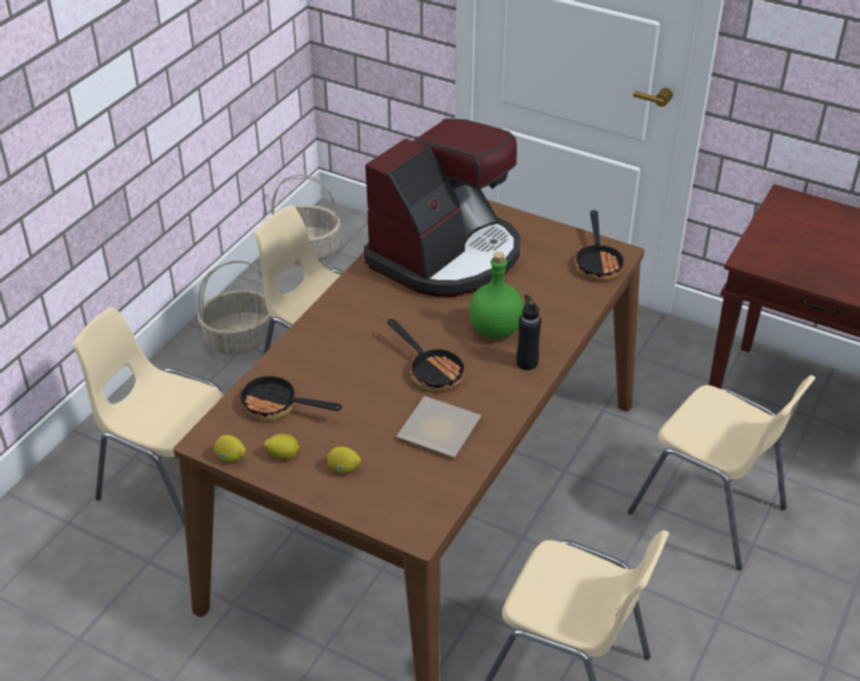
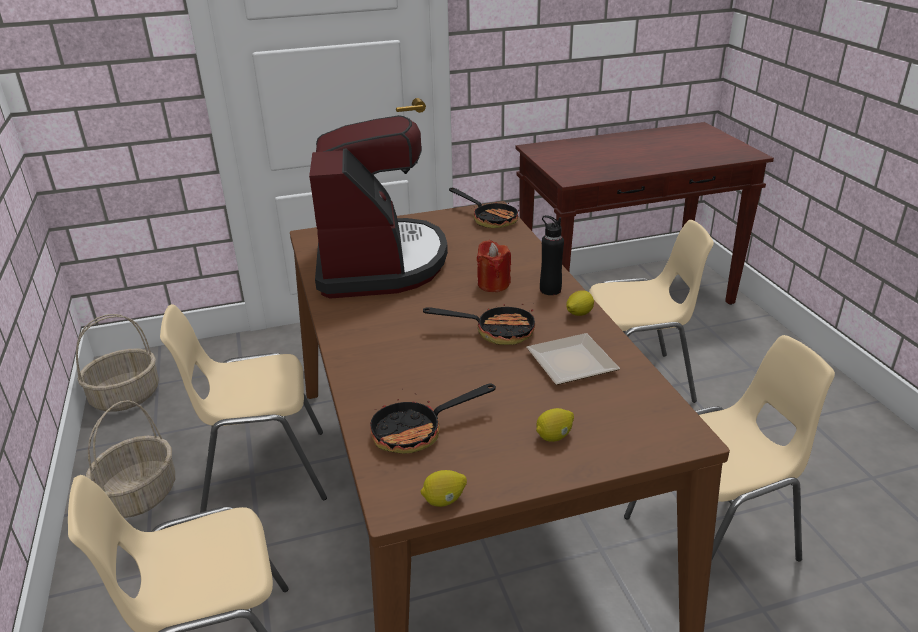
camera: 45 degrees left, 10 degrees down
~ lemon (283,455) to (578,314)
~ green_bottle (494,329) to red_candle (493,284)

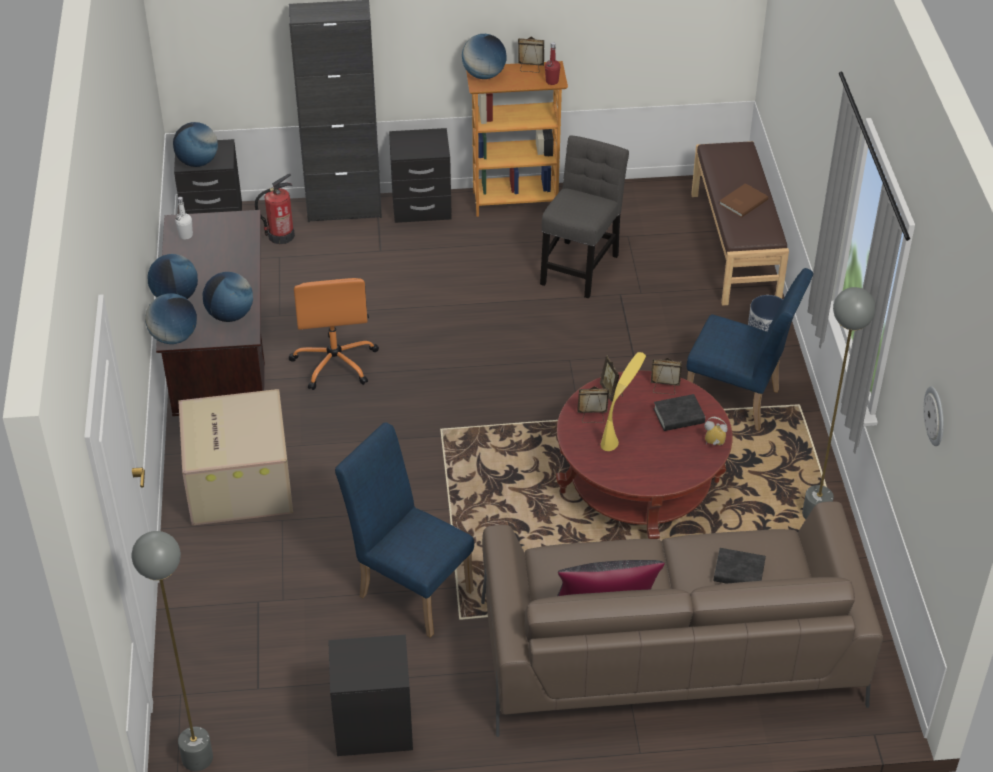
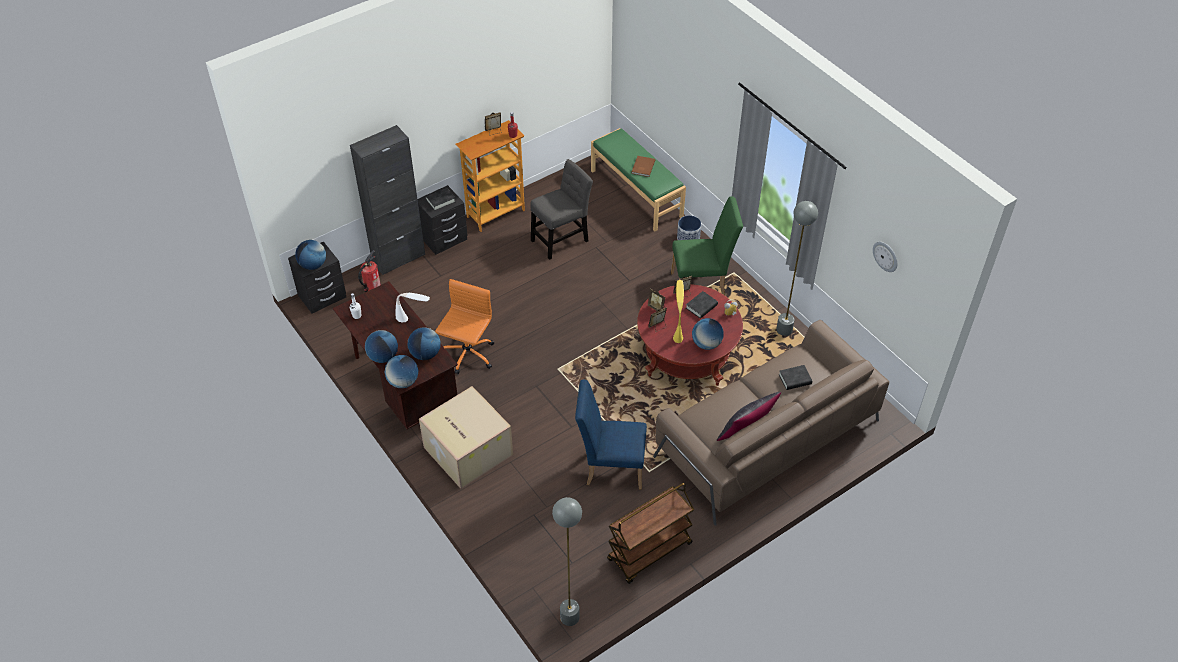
camera: 30 degrees left, 5 degrees up
+ white_table_lamp (415,323)
+ black_book (440,200)
~ globe (484,75) to (706,344)
~ black_nightstand (373,727) to brown_cart (649,552)
~ blue_chair (738,402) to green_chair (702,284)
~ brown_bench (736,246) to green_bench (637,193)
~ orange_office_chair (335,362) = (467,355) 120 degrees counterclockwise
~ grey_chair (580,266) = (562,239) 60 degrees clockwise

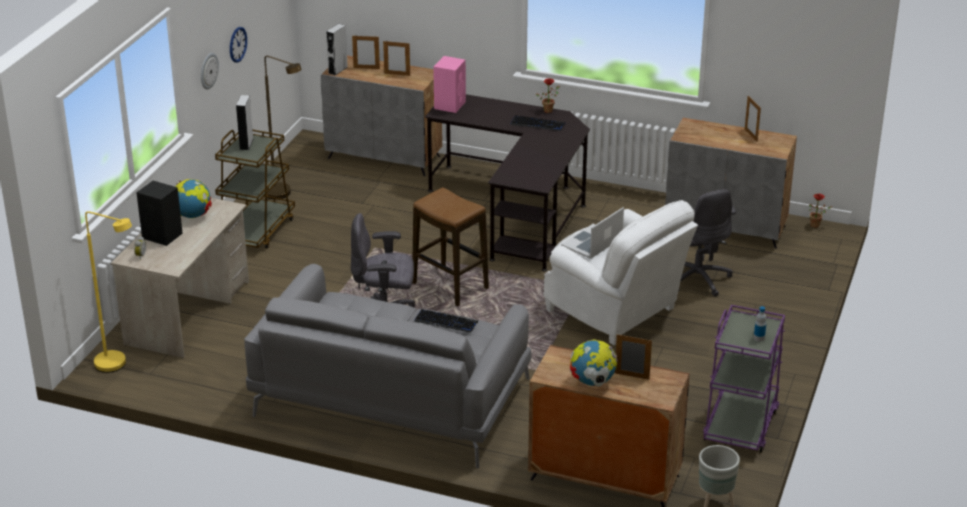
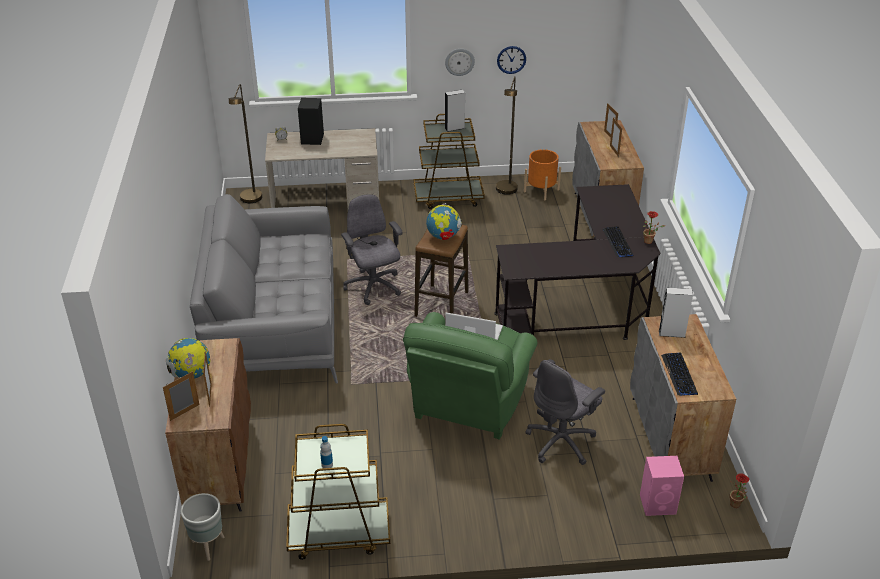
camera: 65 degrees right, 5 degrees up
+ orange_planter (541,190)
~ globe (193,216) to (443,237)
~ grey_speaker (338,70) to (672,333)
~ keyboard (446,322) to (679,375)
~ pink_speaker (450,105) to (658,504)
~ picture_frame (751,135) to (184,412)
~ yellow_floor_lamp (118,365) to brown_floor_lamp (251,201)
~ white_armchair (615,312) to green_armchair (468,404)
~ purple_cart (740,424) to brown_cart (338,533)

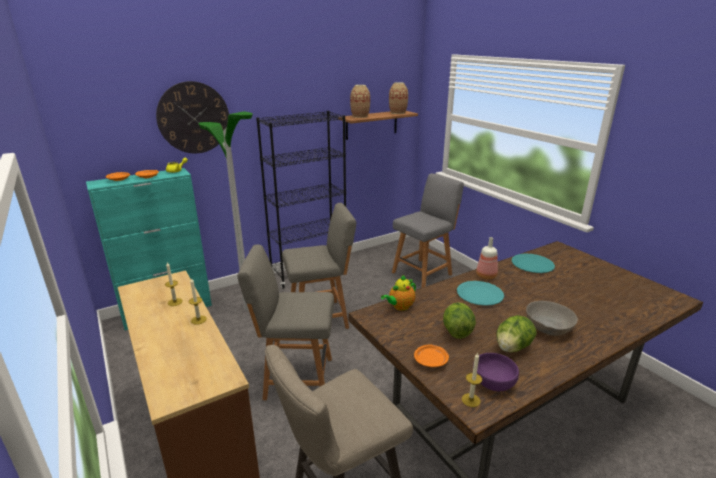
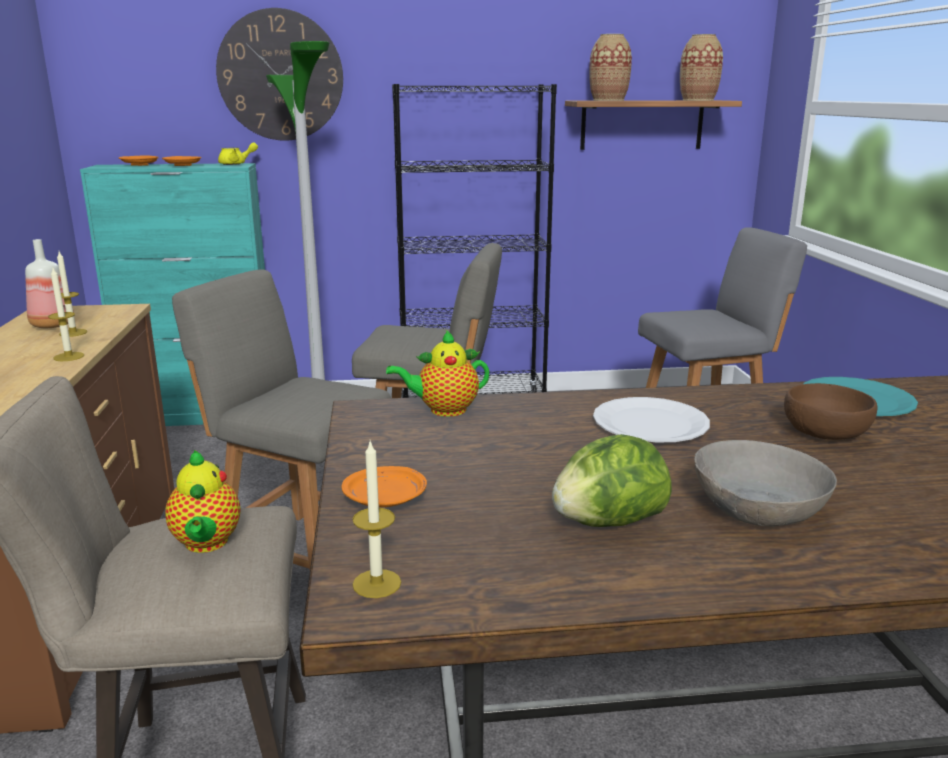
camera: 25 degrees right, 5 degrees down
- lettuce (456,331)
- purple_bowl (493,382)
+ teapot (206,544)
+ brown_bowl (826,433)
~ bottle (486,276) to (54,325)
~ turquoise_plate (479,294) to white_plate (650,423)

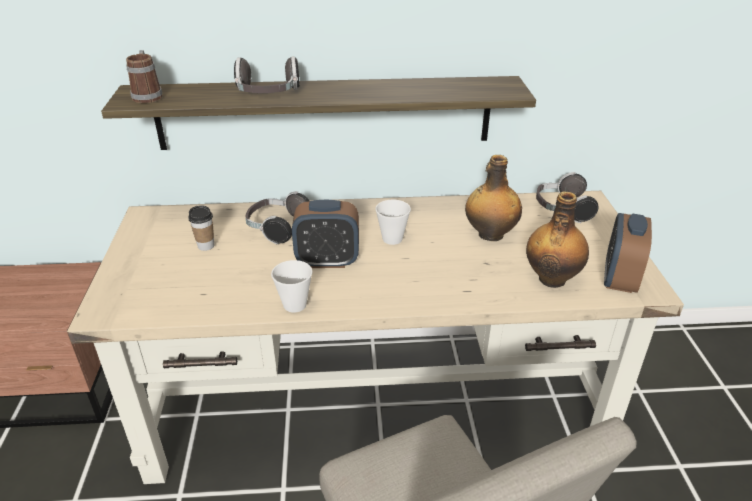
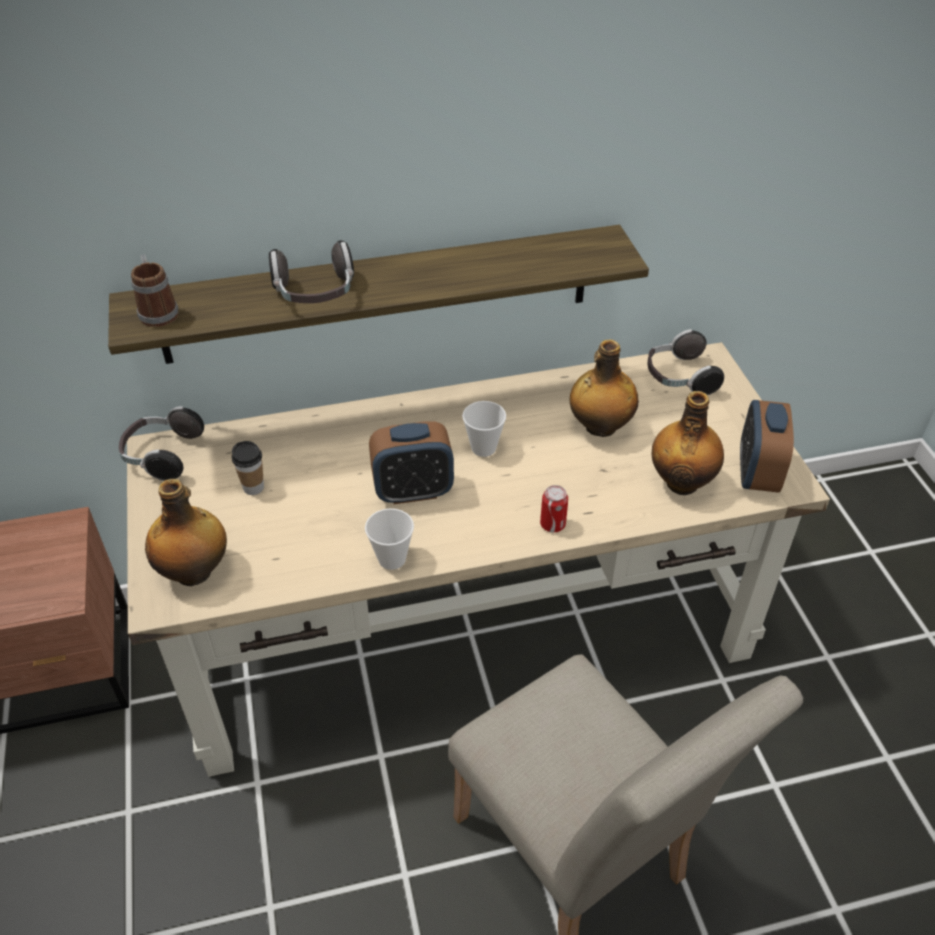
camera: 10 degrees left, 10 degrees up
+ bottle (195,572)
+ can (552,524)
~ headphones (277,228) to (162,456)

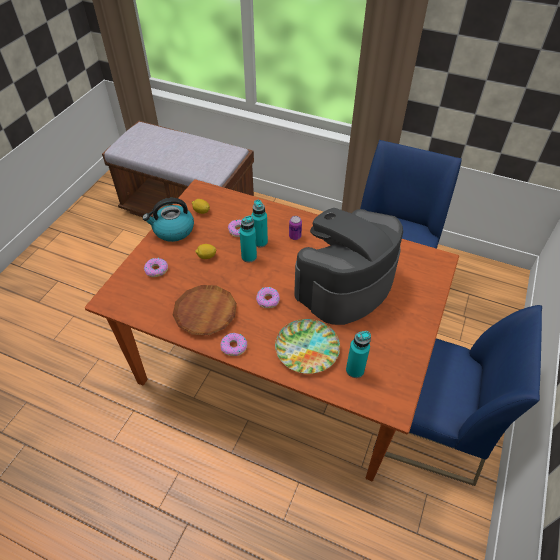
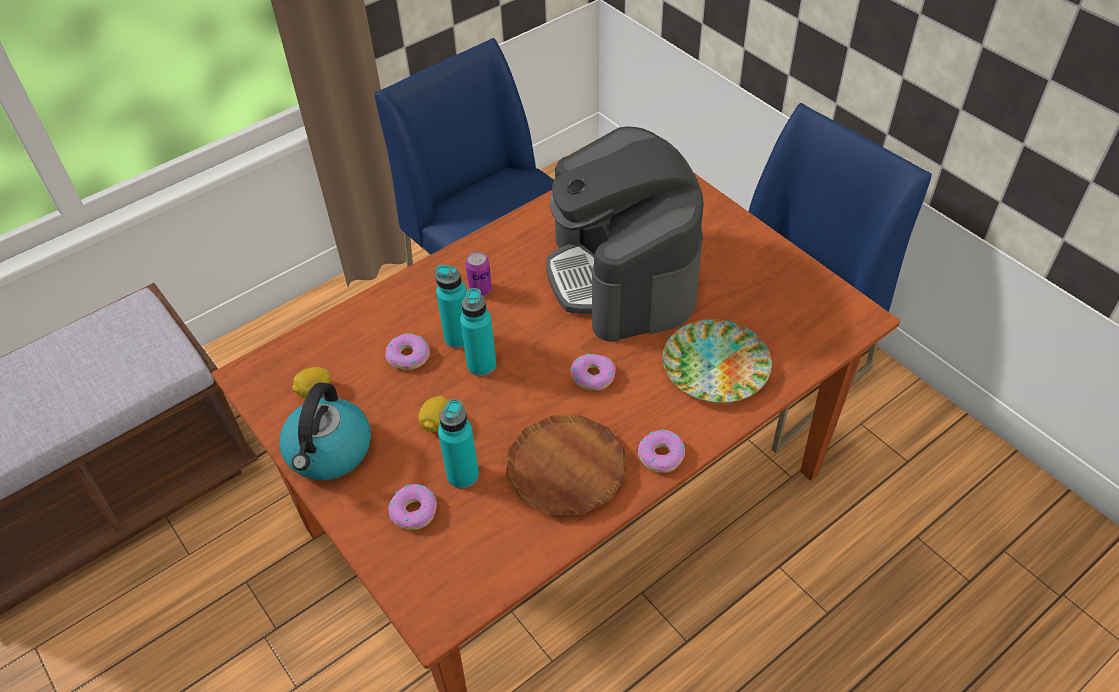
camera: 60 degrees left, 0 degrees up
~ turquoise_bottle (355,370) to (463,475)

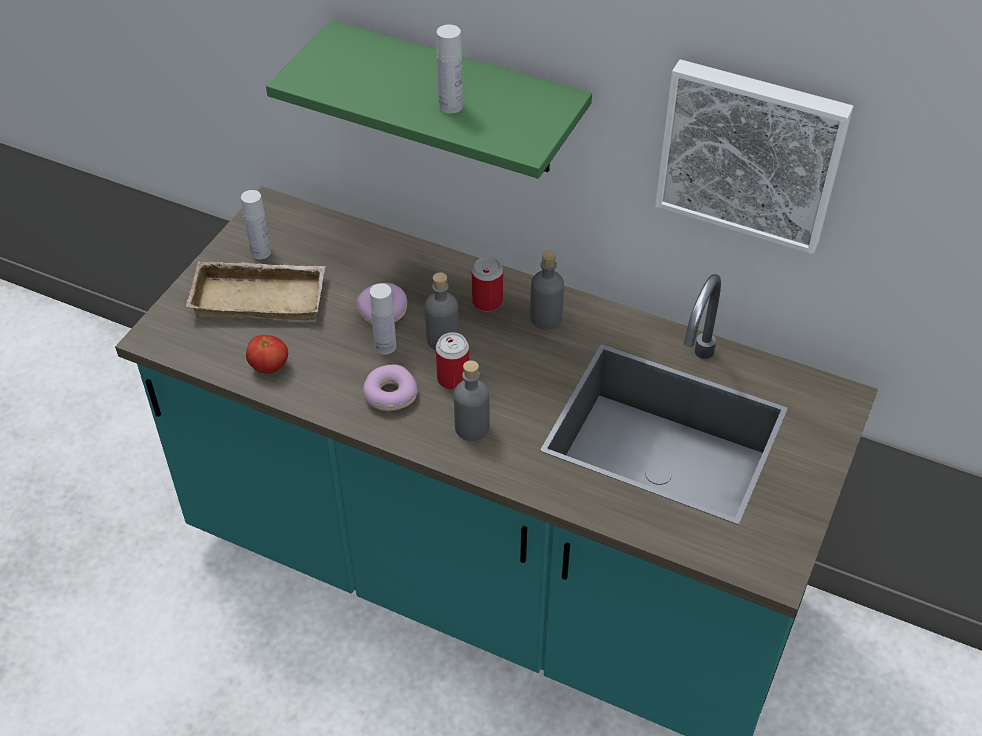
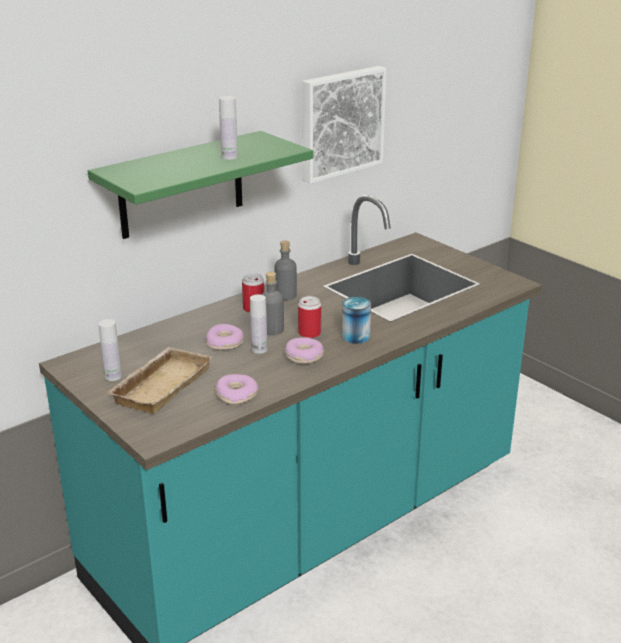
camera: 65 degrees left, 20 degrees down
~ tomato (269,367) to donut (236,395)
~ grey_bottle (472,427) to can (355,337)

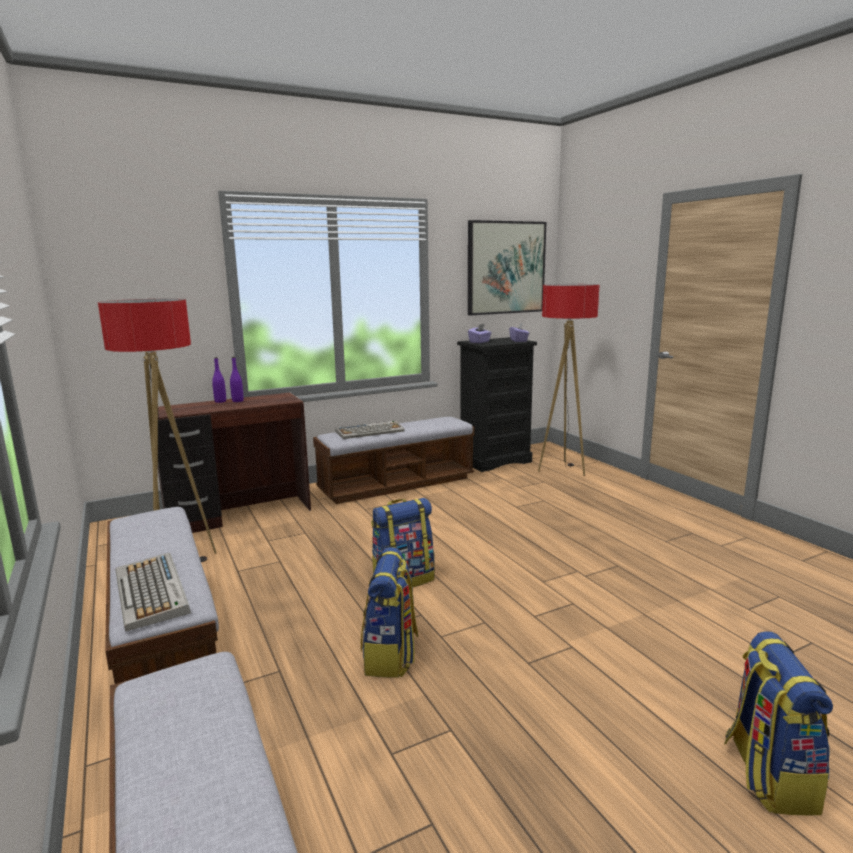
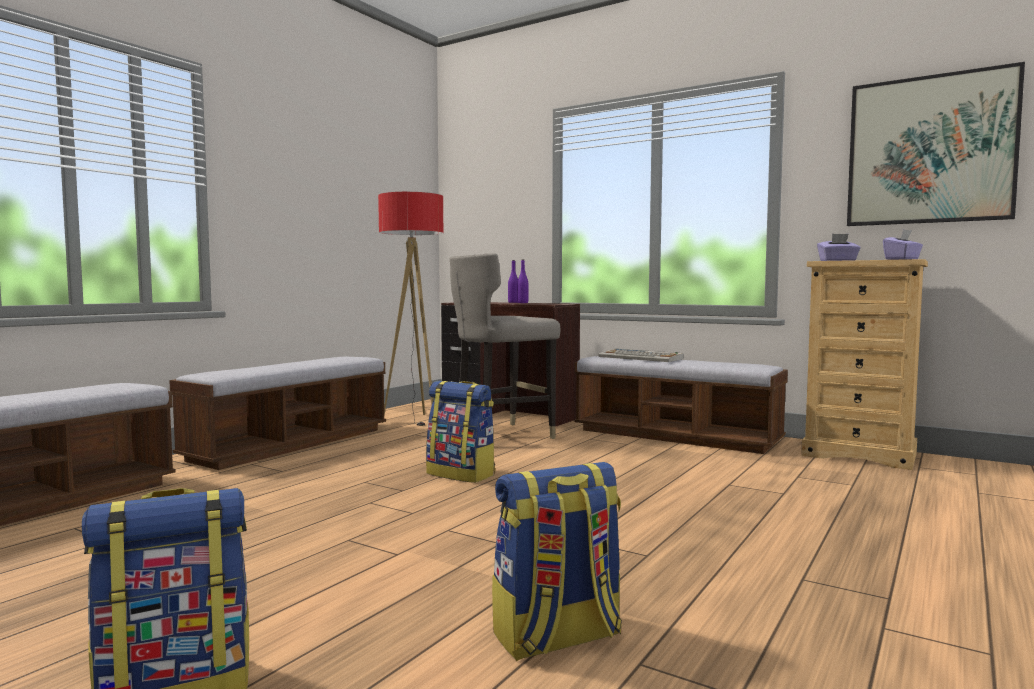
camera: 60 degrees right, 10 degrees down
- keyboard (152,592)
- floor_lamp (562,469)
+ grey_stool (500,435)
~ backpack (391,655) to (557,638)
~ black_dresser (494,460) to beige_dresser (860,454)

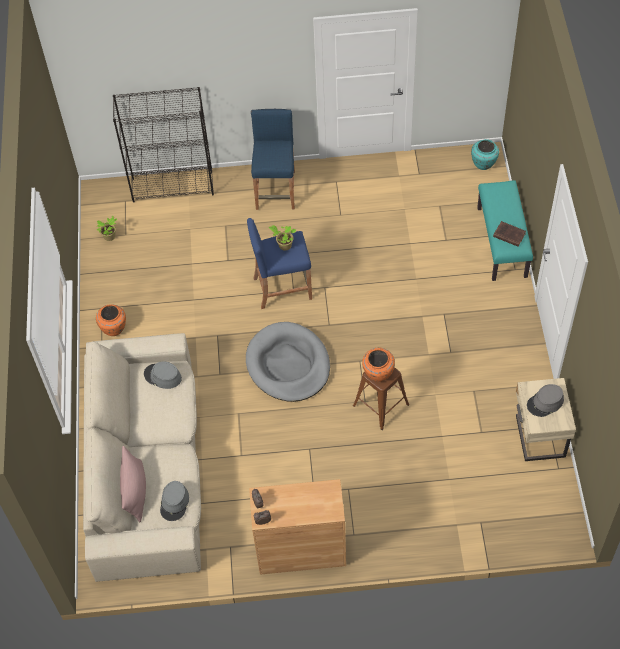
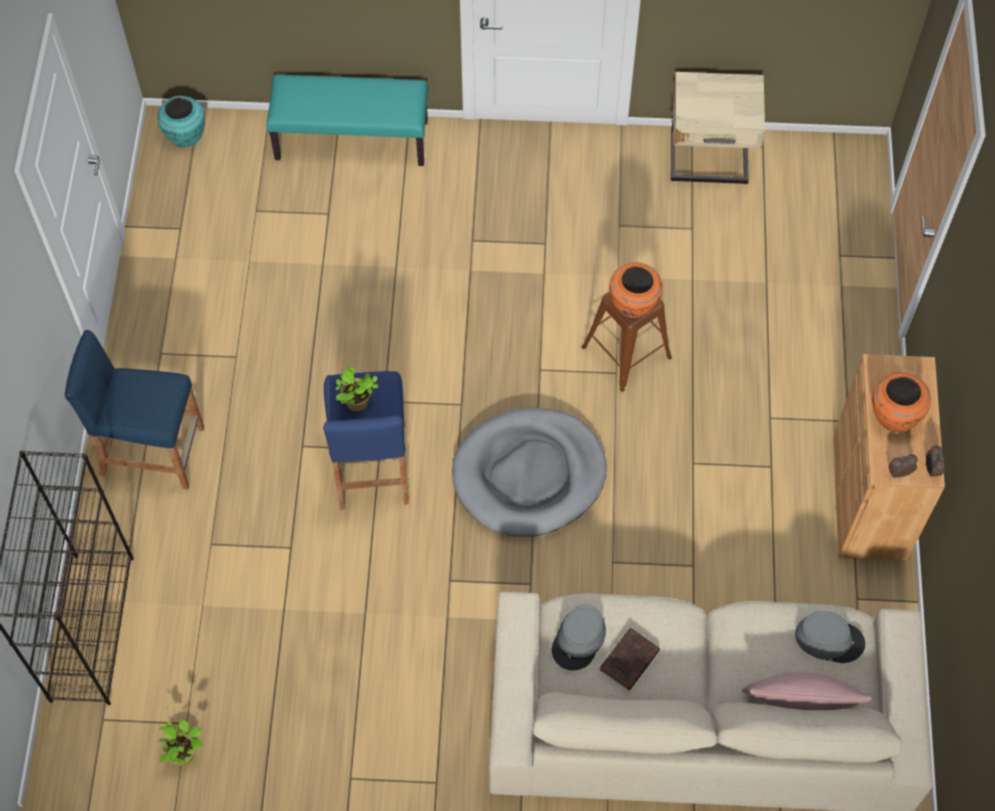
camera: 85 degrees left, 5 degrees up
- grey_hat (545,403)
~ orange_vase (114,328) to (893,416)
~ brown_book (508,235) to (628,661)

